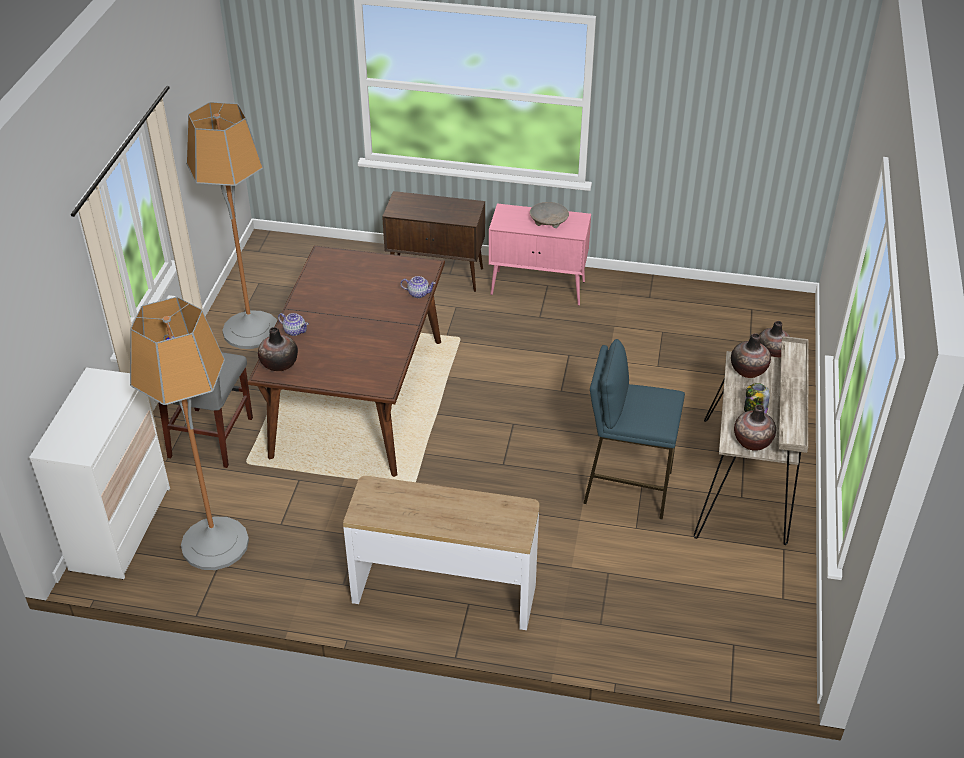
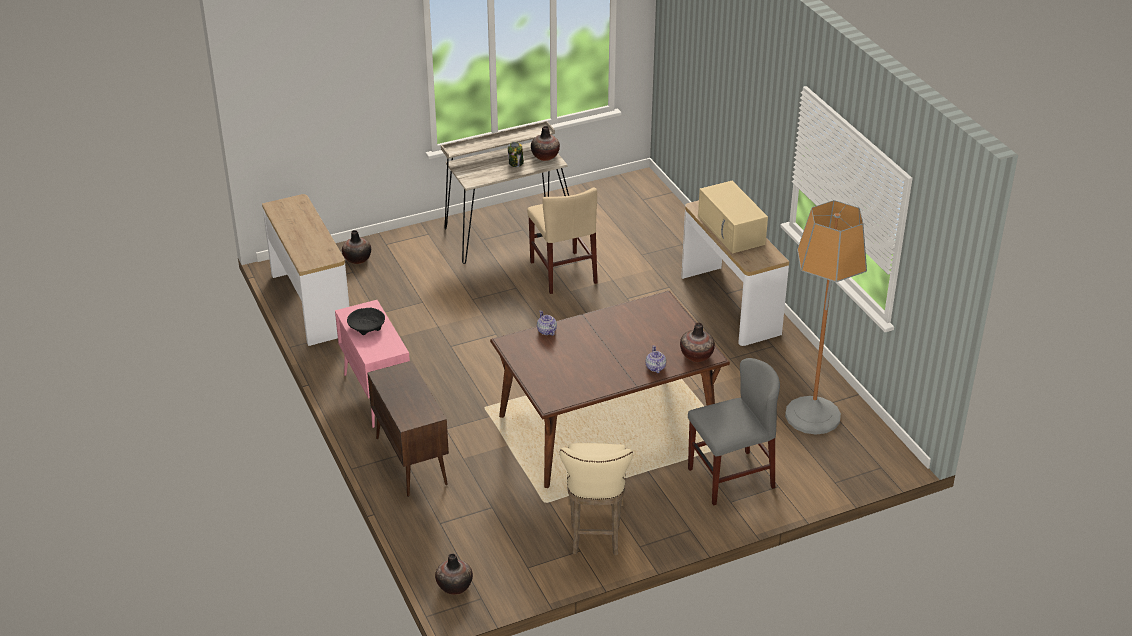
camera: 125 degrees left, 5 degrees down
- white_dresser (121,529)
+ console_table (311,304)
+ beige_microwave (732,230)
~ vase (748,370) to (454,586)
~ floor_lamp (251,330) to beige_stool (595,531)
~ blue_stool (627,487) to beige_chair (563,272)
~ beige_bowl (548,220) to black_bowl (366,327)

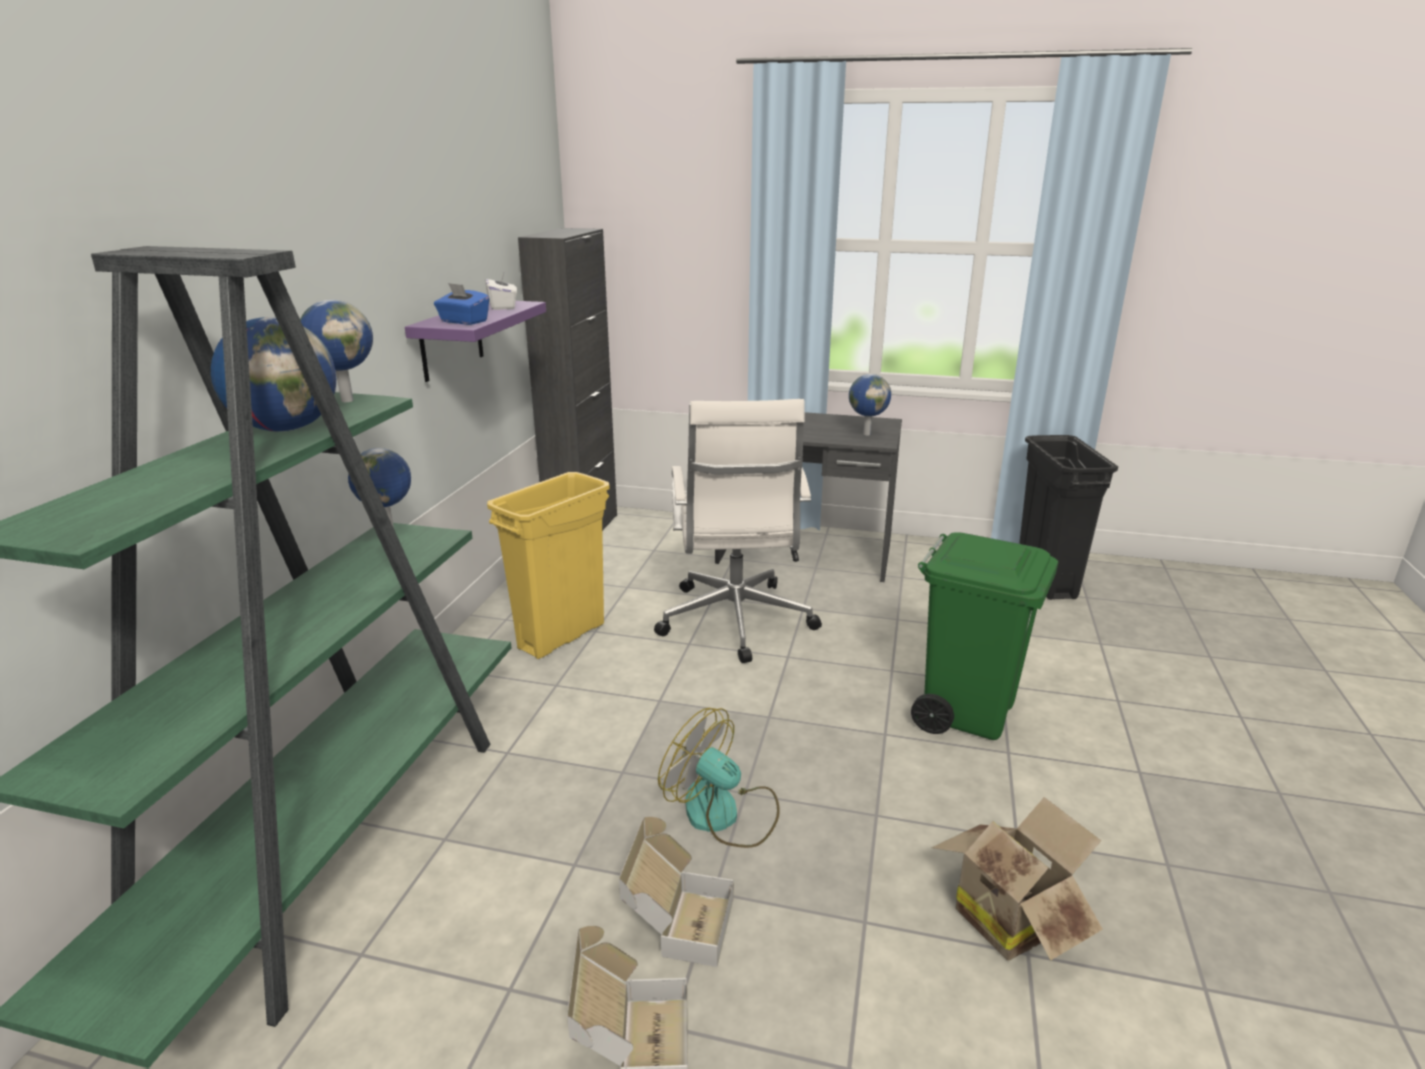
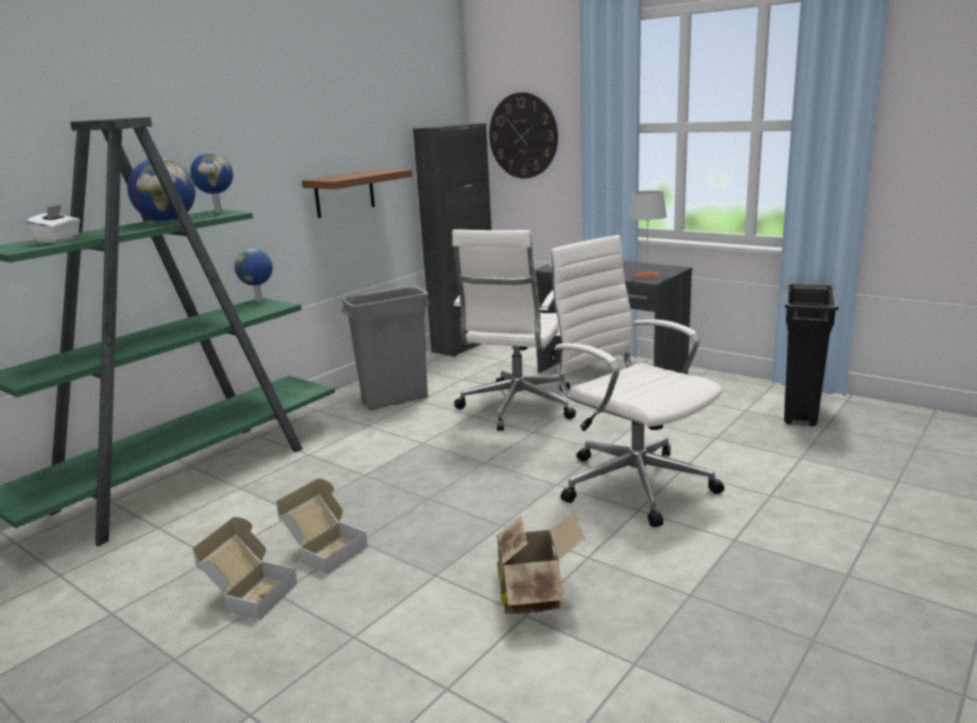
camera: 25 degrees right, 5 degrees down
- blue_tissue_box (463,322)
- fan (723,814)
+ wall_clock (523,136)
~ white_tissue_box (503,307) to (58,240)
~ globe (866,434) to grey_table_lamp (646,274)
~ green_trash_can (966,712) to white_office_chair (632,482)
~ purple_shelf (451,340) to brown_shelf (344,193)
~ yellow_trash_can (562,636) to grey_trash_can (395,401)

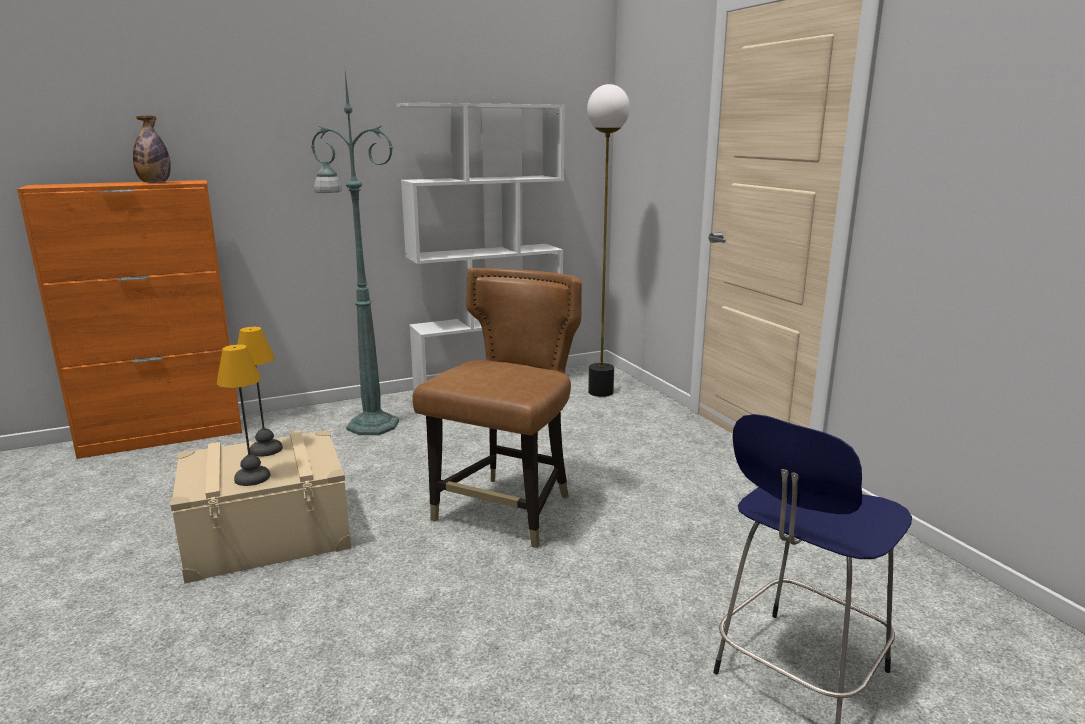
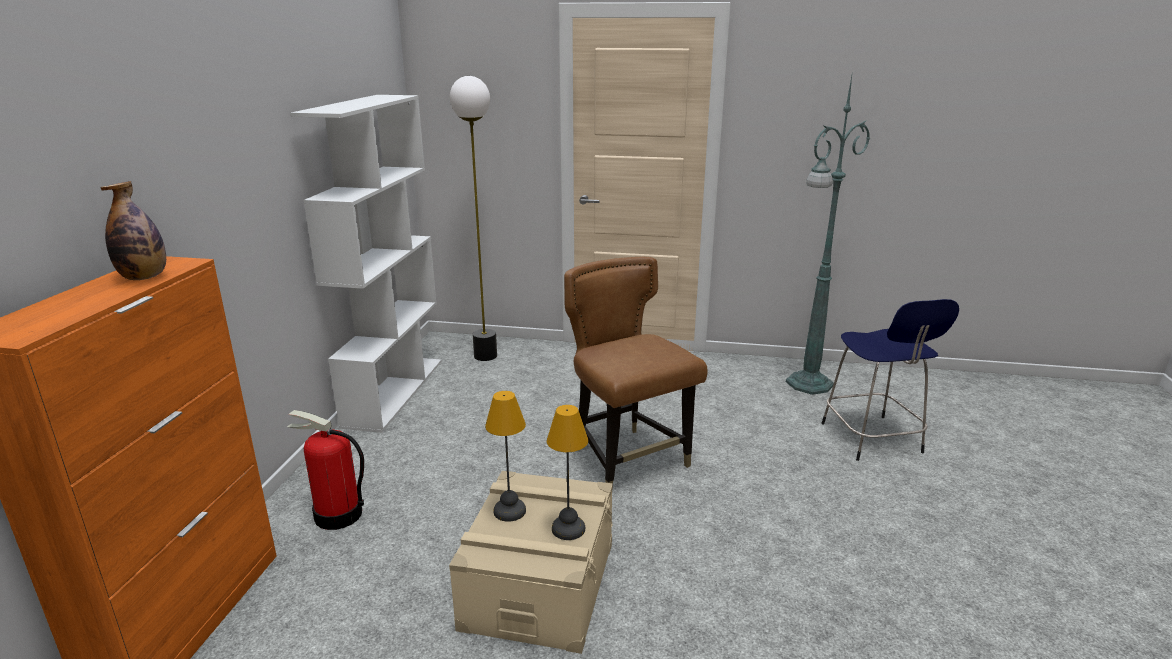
camera: 55 degrees left, 5 degrees up
+ fire_extinguisher (337,515)
~ green_floor_lamp (370,425) to (807,384)

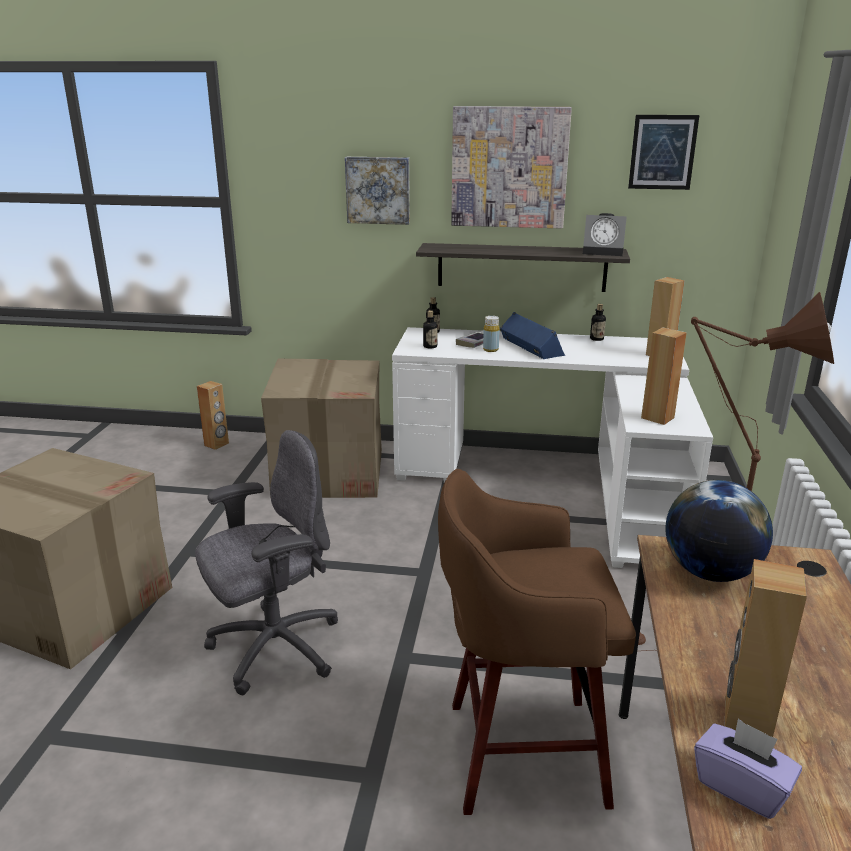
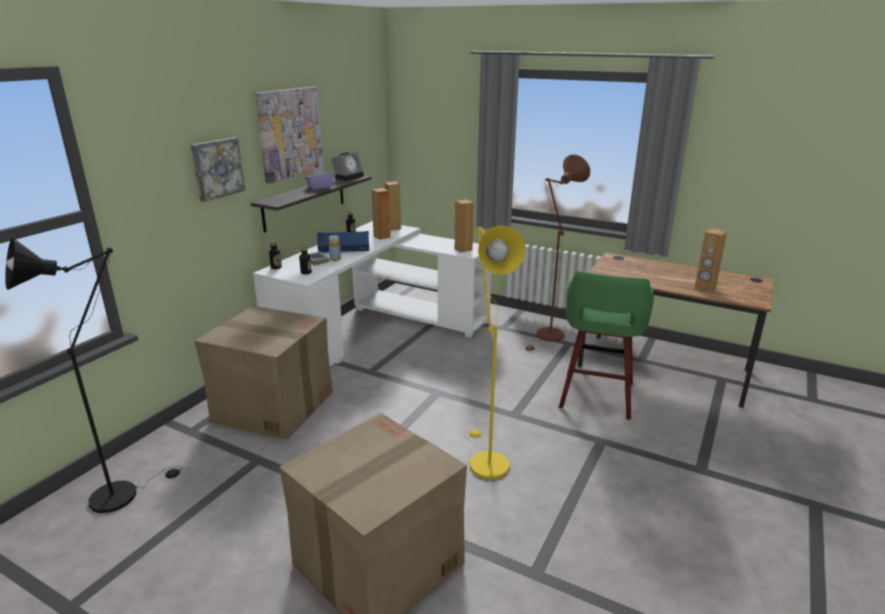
camera: 70 degrees left, 0 degrees up
- picture (662,152)
- globe (710,572)
+ black_floor_lamp (122,492)
~ brown_speaker (216,444) to (382,236)
~ purple_tissue_box (741,786) to (320,187)
~ grey_office_chair (273,648) to yellow_floor_lamp (485,460)
~ brown_stool (519,753) to green_stool (596,397)

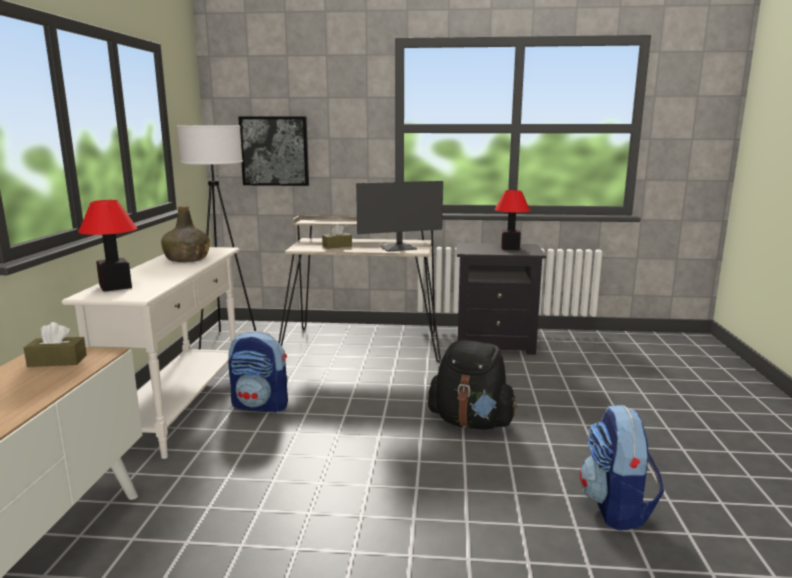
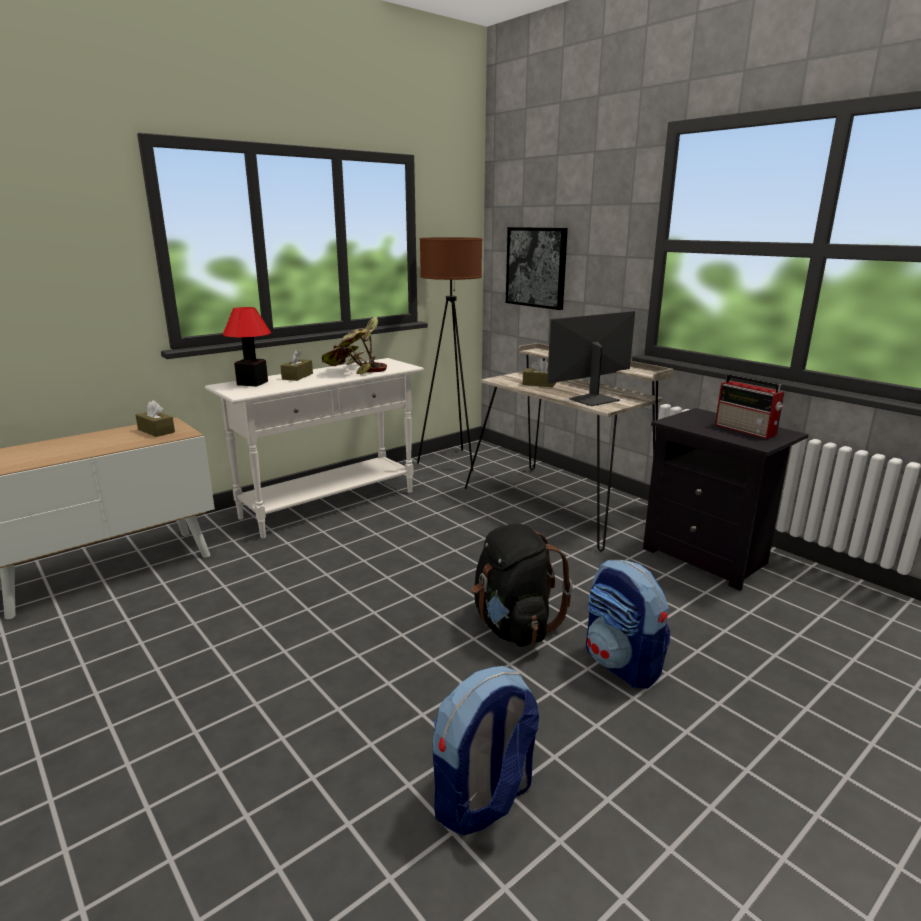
camera: 45 degrees right, 5 degrees up
+ brown_tissue_box (297,376)
~ backpack (261,405) to (622,664)
~ green_bottle (187,259) to potted_plant (355,370)
~ table_lamp (510,248) to radio (746,430)
~ white_floor_lamp (226,341) to brown_floor_lamp (451,461)
~ monitor (399,248) = (593,399) 120 degrees clockwise

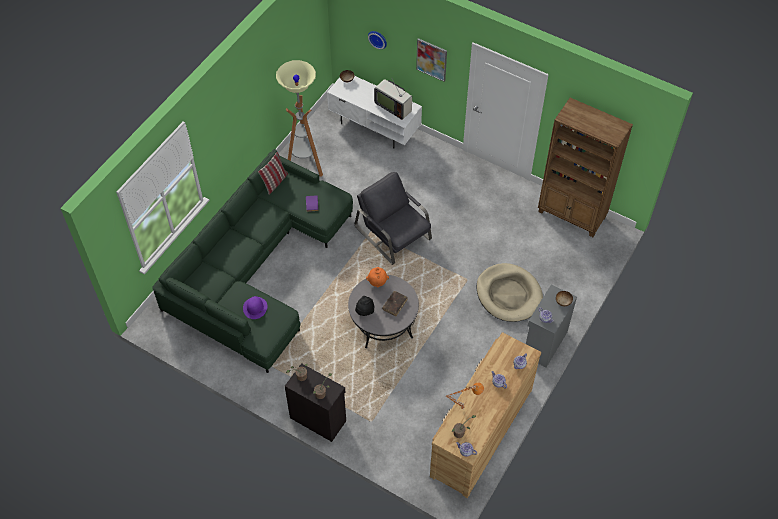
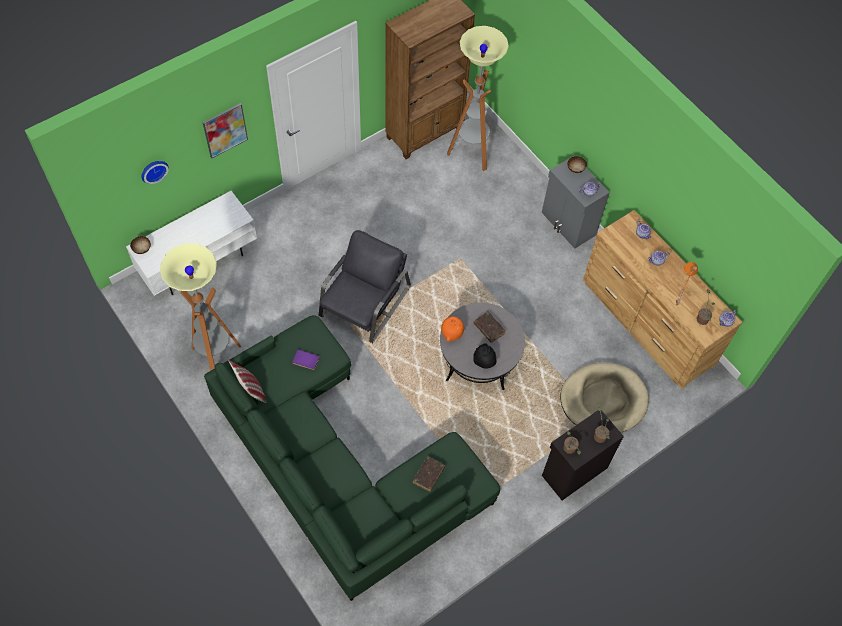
camera: 70 degrees left, 5 degrees up
- television (393,106)
+ floor_lamp (471,153)
~ beige_dog_bed (508,294) to (603,400)
~ purple_hat (255,308) to brown_book (428,475)
~ grey_armchair (394,233) = (364,302) 135 degrees clockwise

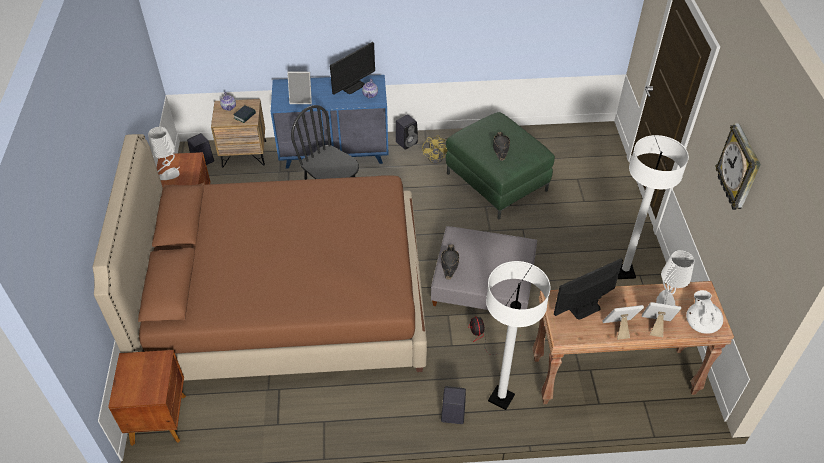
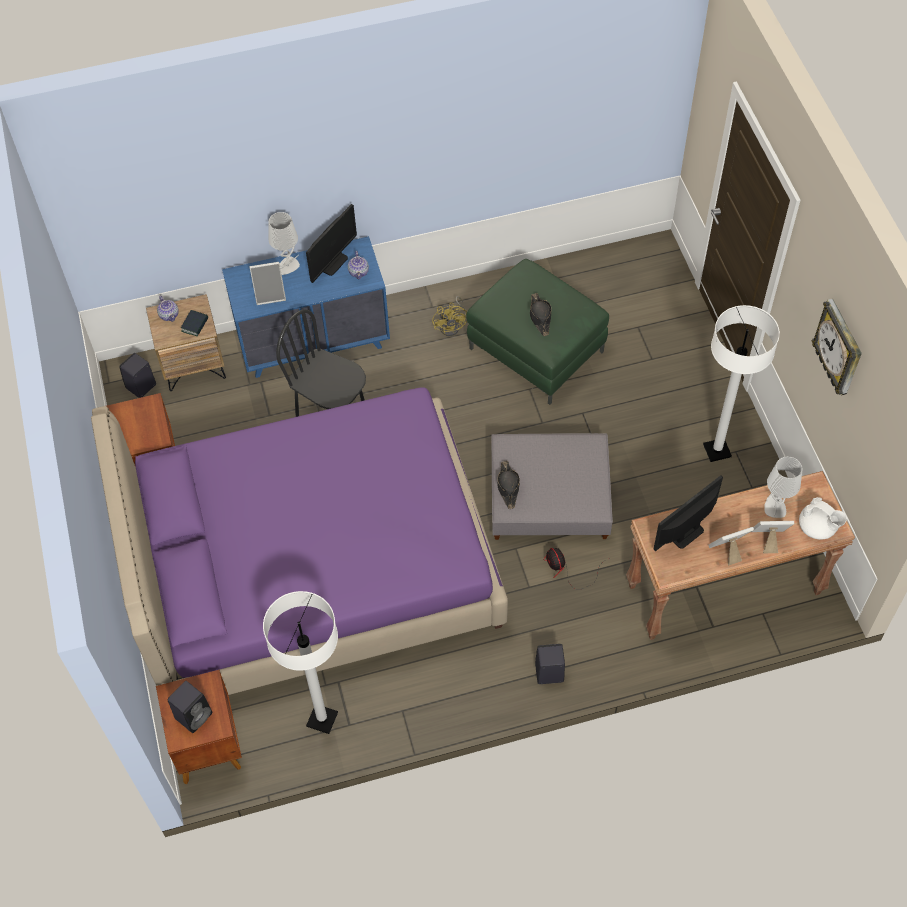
camera: 10 degrees left, 10 degrees up
~ grey_table_lamp (169,175) to (287,267)
~ black_speaker (407,142) to (194,714)
~ white_floor_lamp (501,398) to (322,719)
~ brown_bed (286,301) to purple_bed (313,567)
~ white_teapot (701,323) = (817,528) 150 degrees clockwise

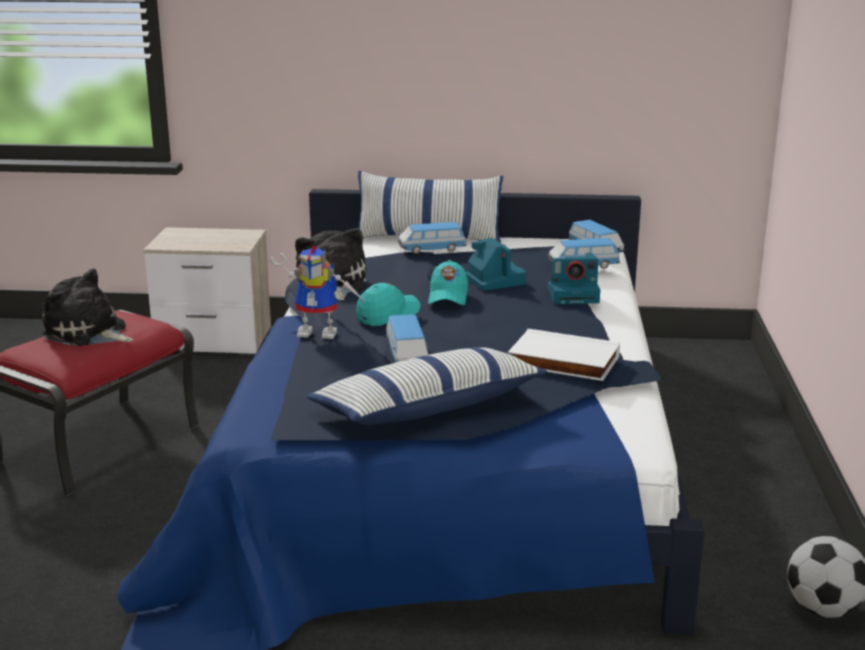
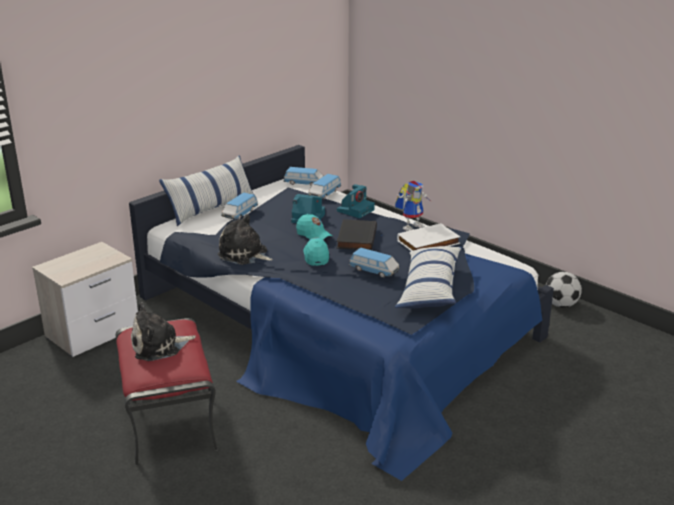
camera: 50 degrees left, 5 degrees up
+ black_book (355,238)
~ toy_robot (321,332) to (412,226)

